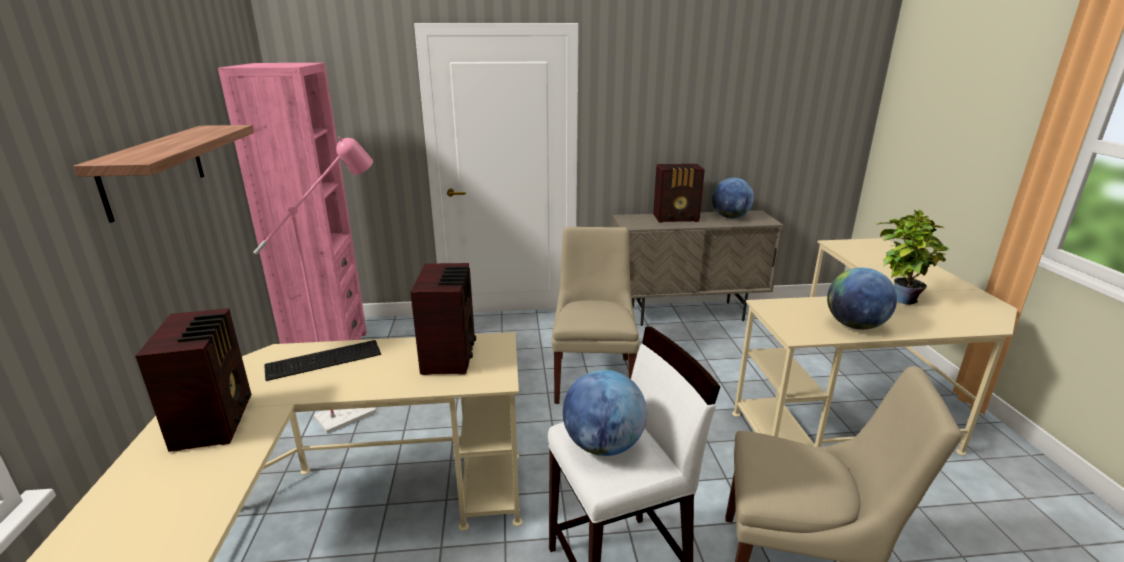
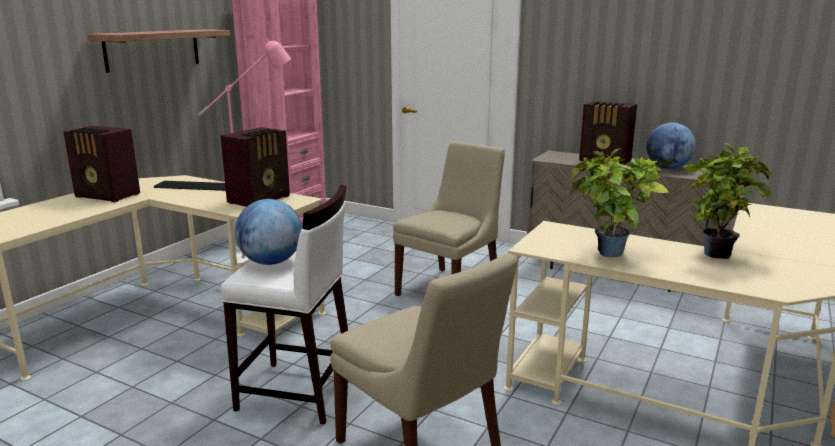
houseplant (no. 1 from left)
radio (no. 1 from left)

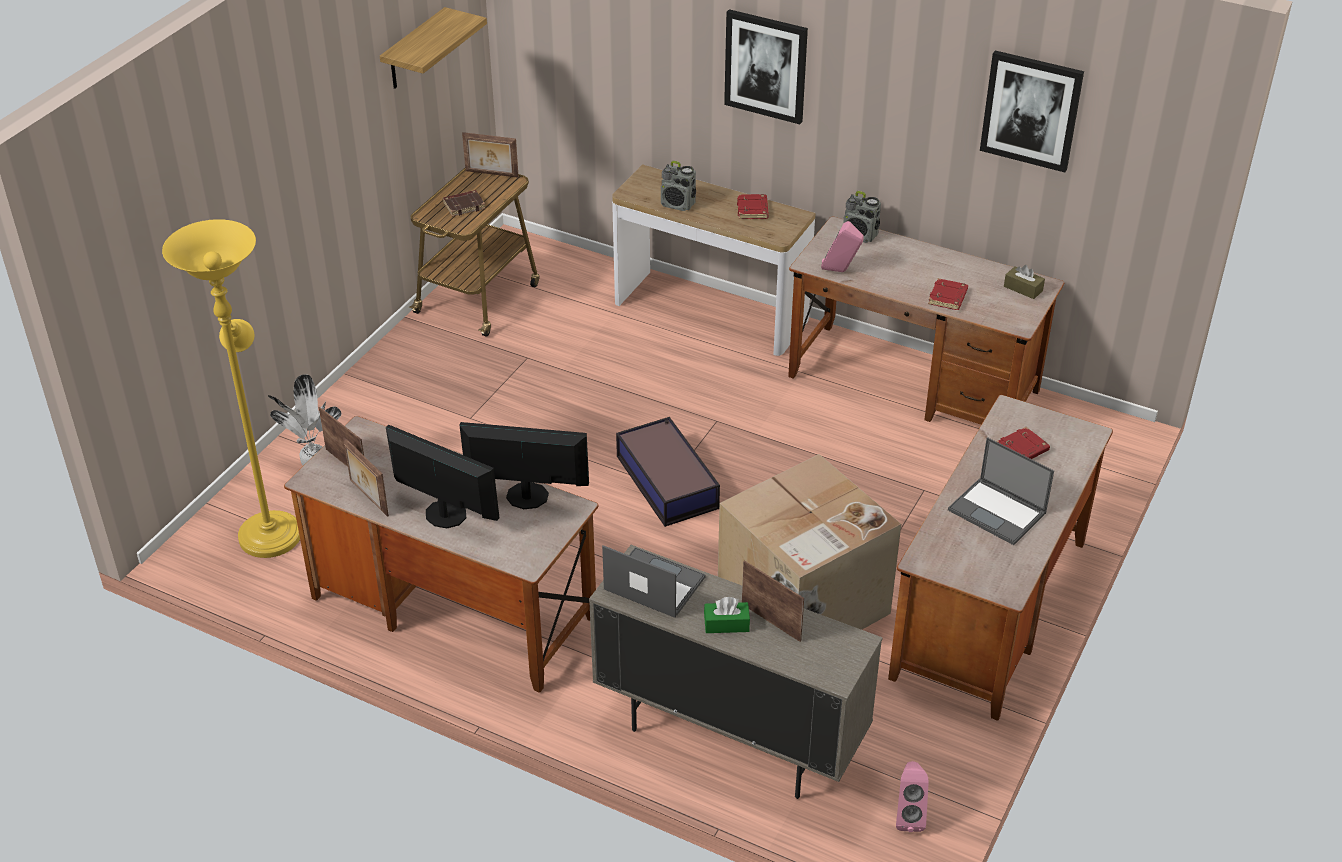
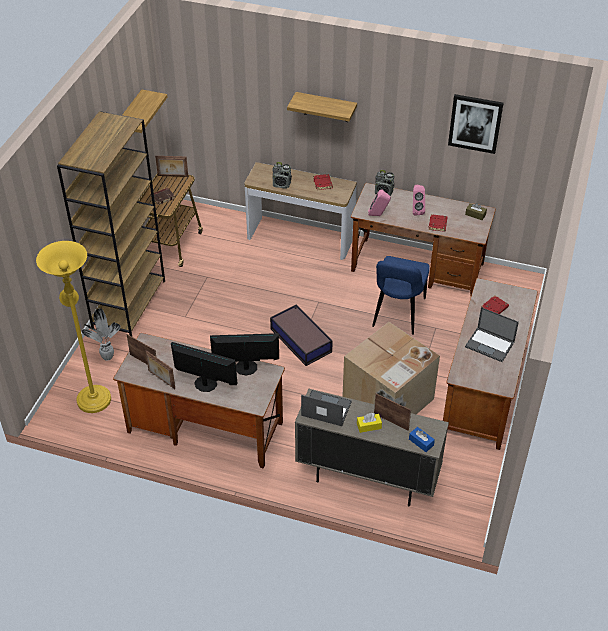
bracket shelf (no. 2 from left)
yellow-coloured tissue box
pinkish speaker (no. 2 from left)
brown bookcase
bluish upright chair
bluish tissue box

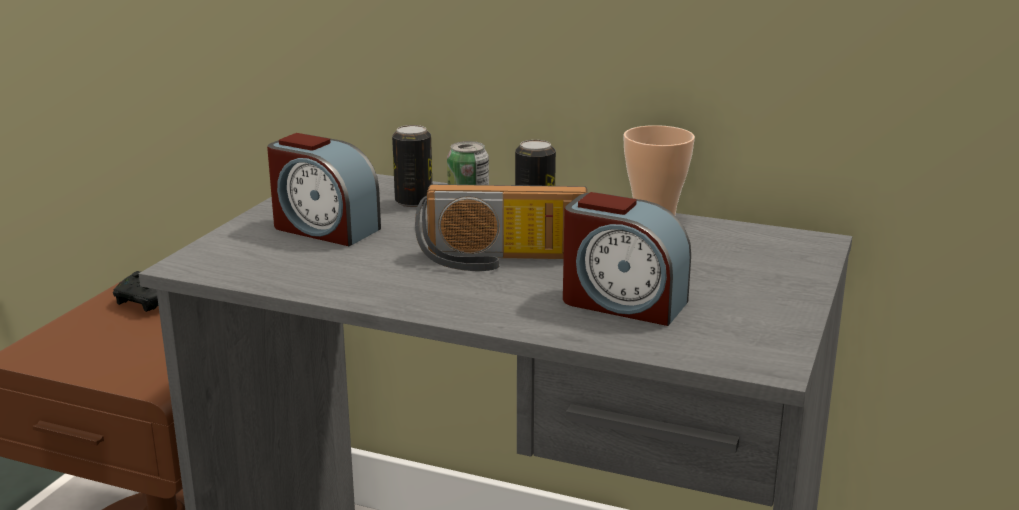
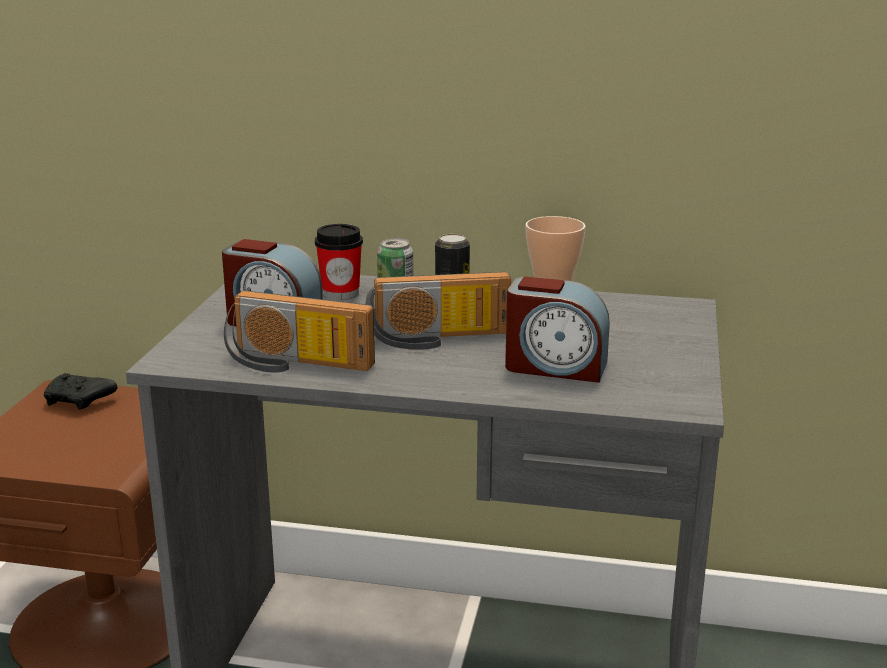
cup (no. 1 from left)
radio (no. 1 from left)

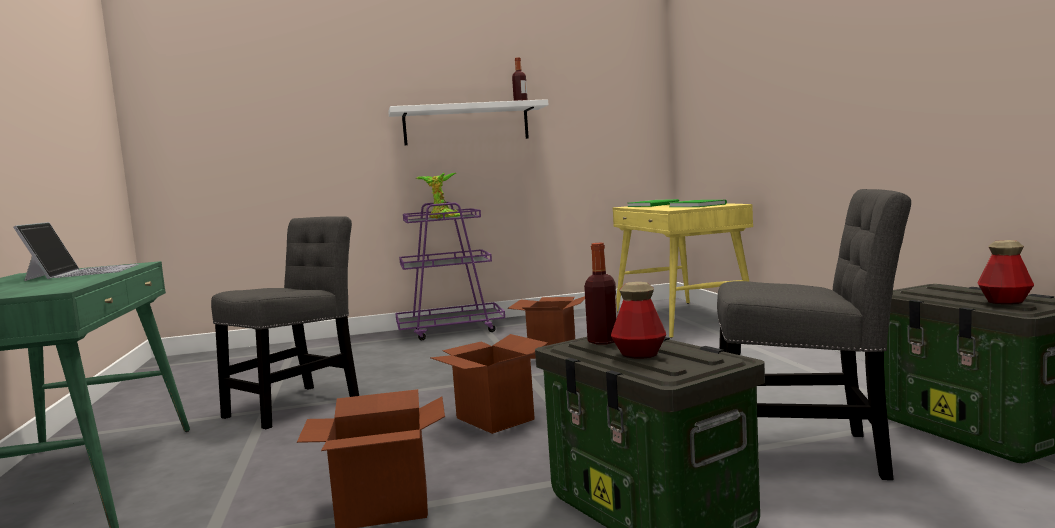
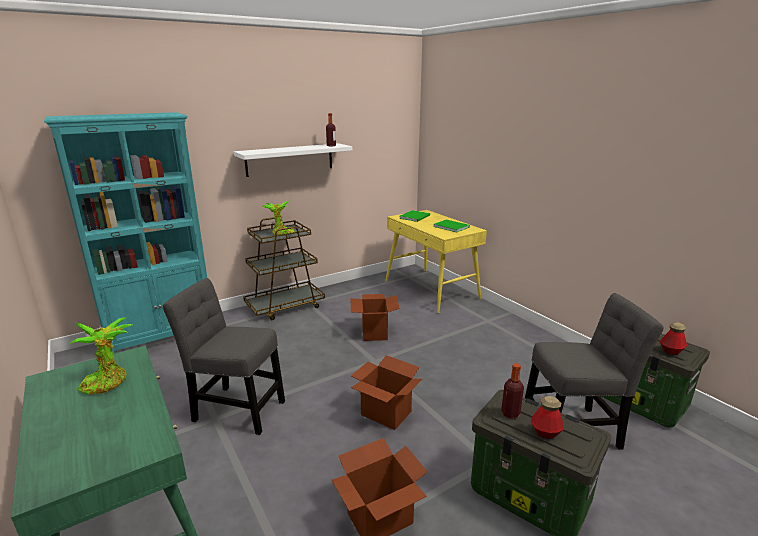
brown wheeled cart
gray upright chair (no. 1 from left)
houseplant (no. 1 from left)
turquoise bookcase

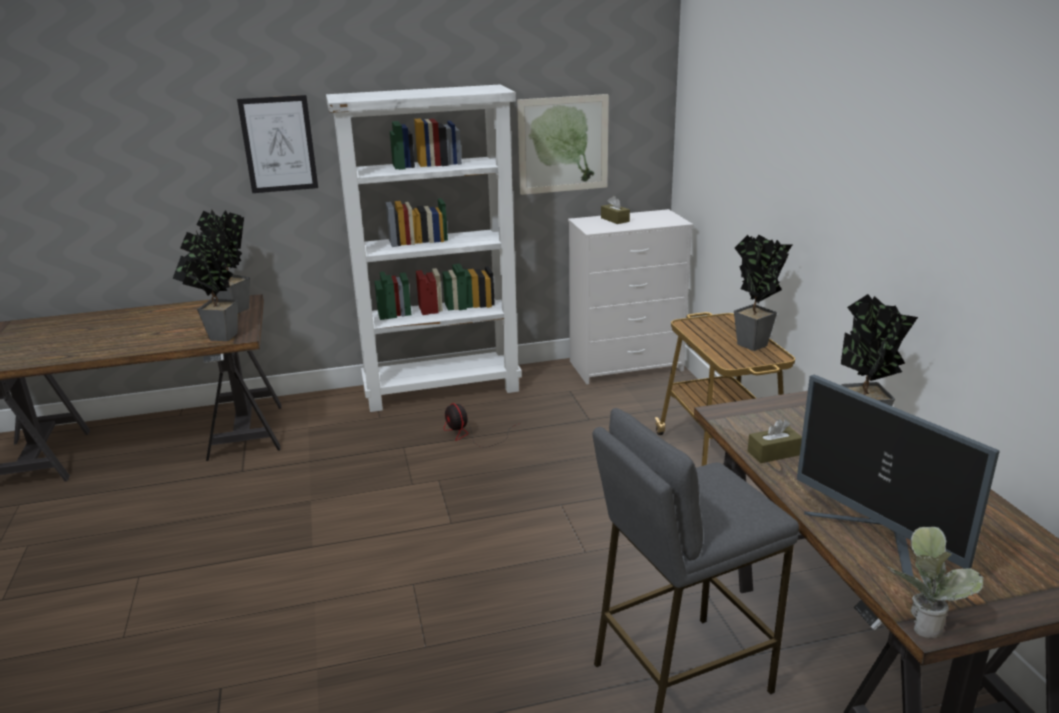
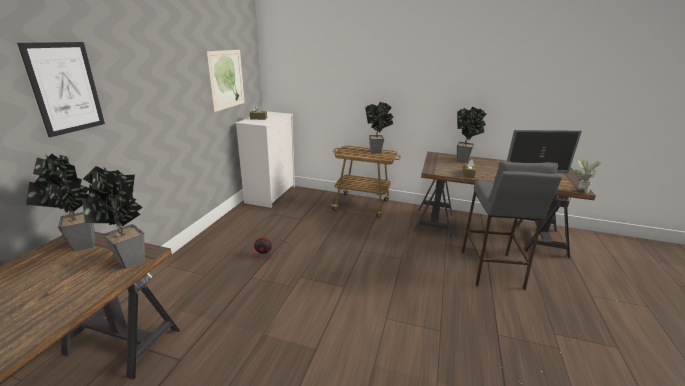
white bookcase

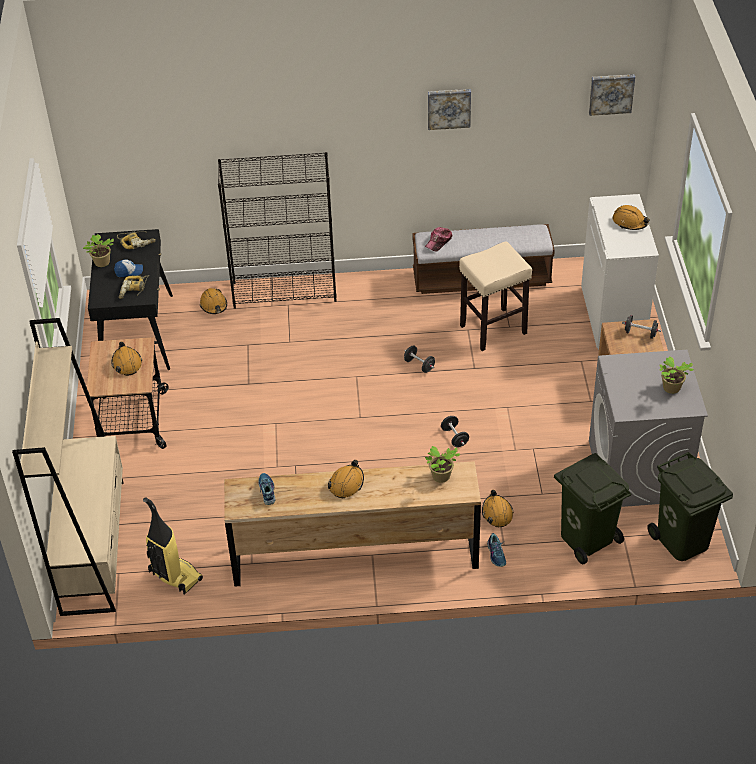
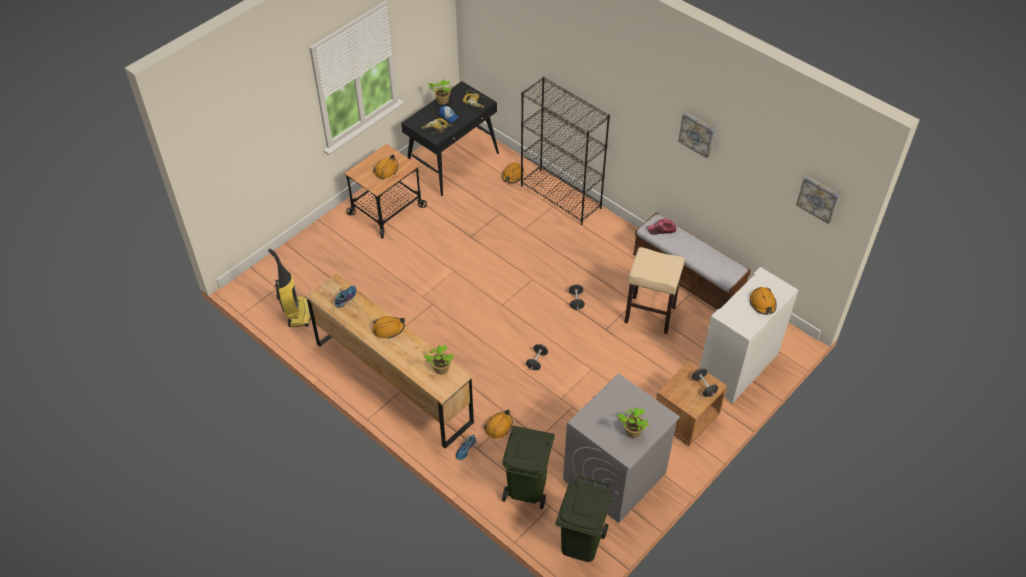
beige bookcase

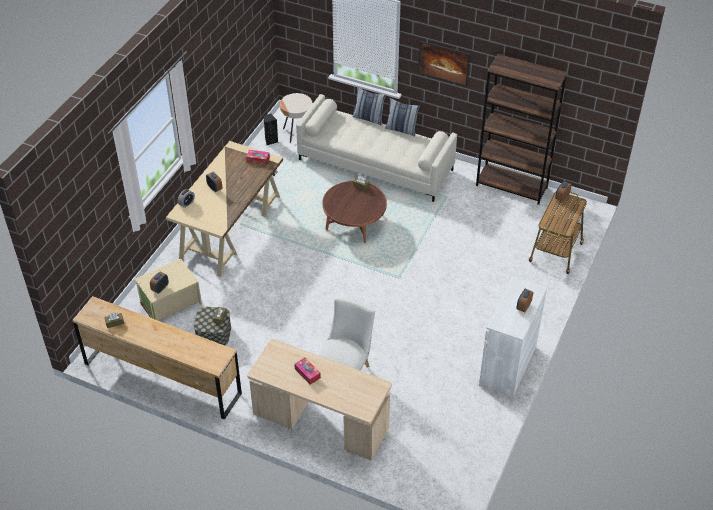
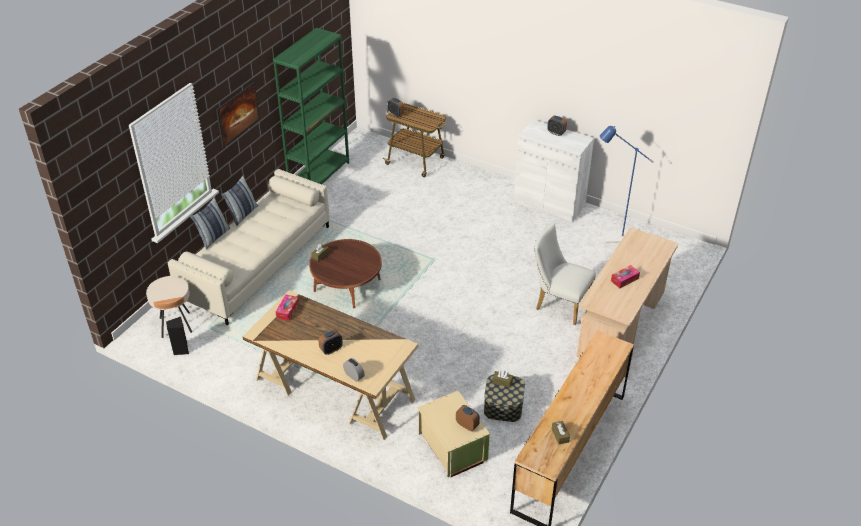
green bookcase
bluish floor lamp

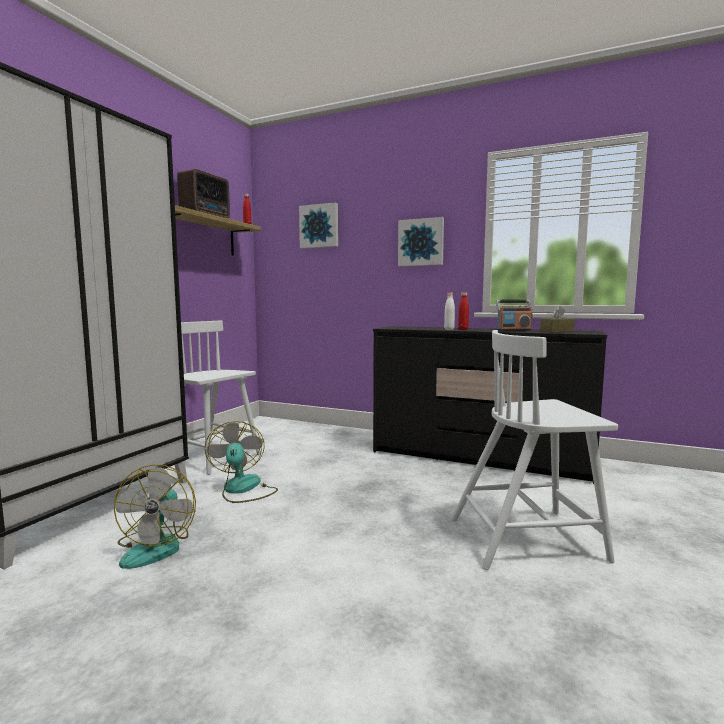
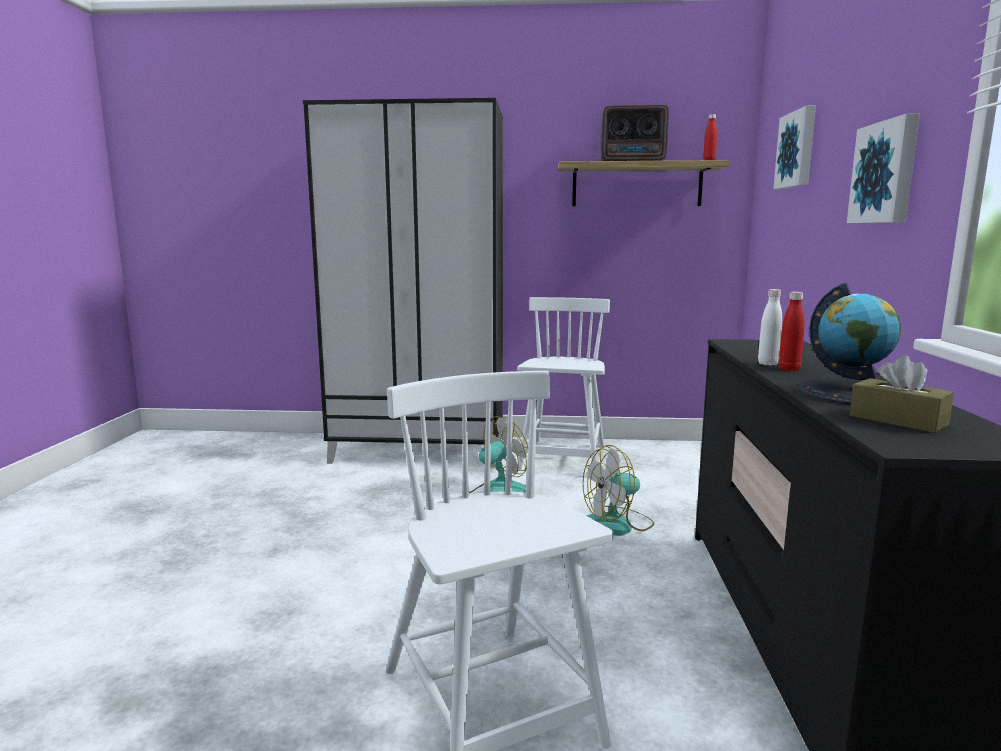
globe
electric fan (no. 2 from left)

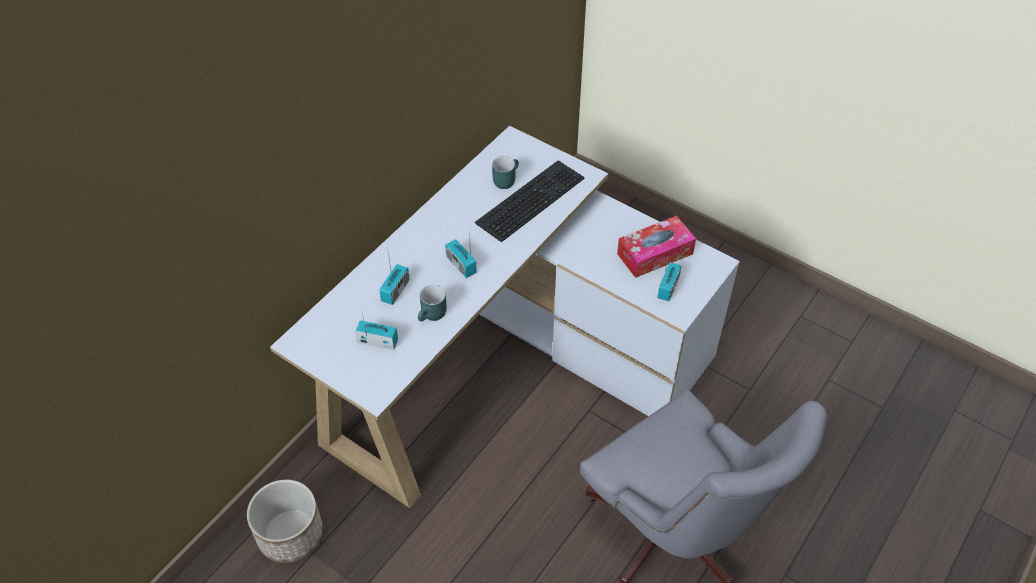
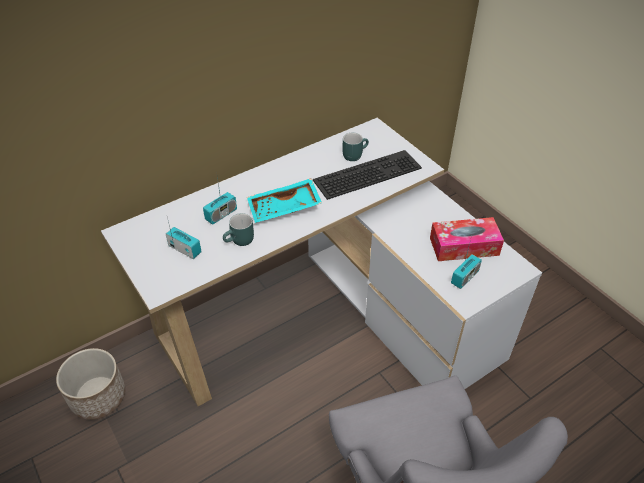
turquoise serving tray

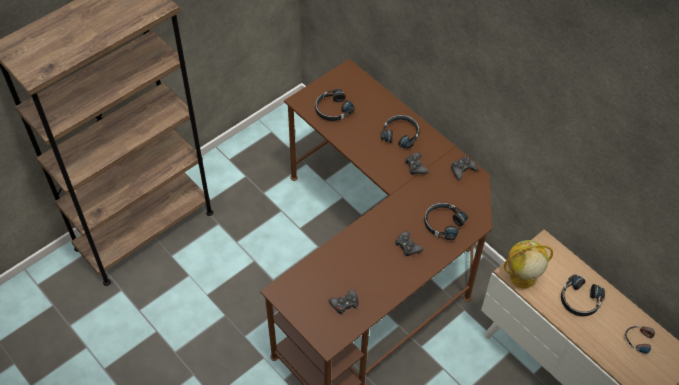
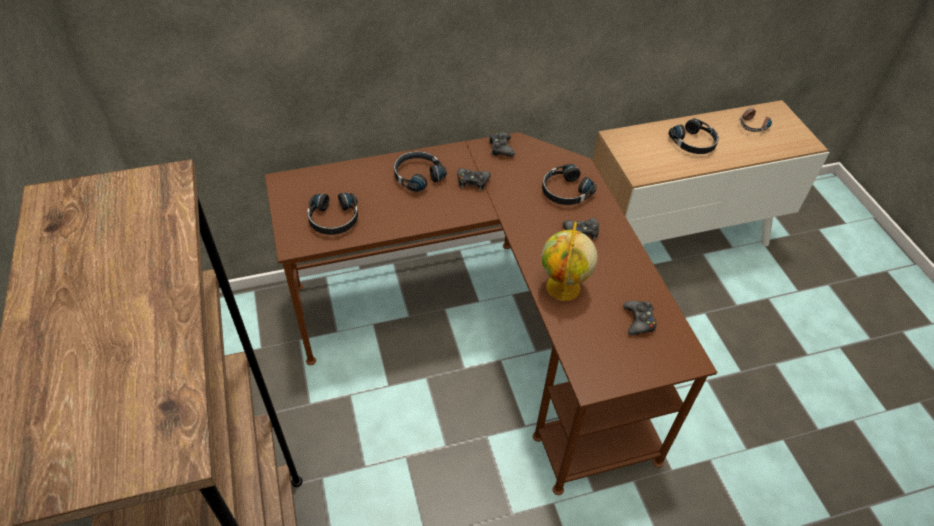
globe

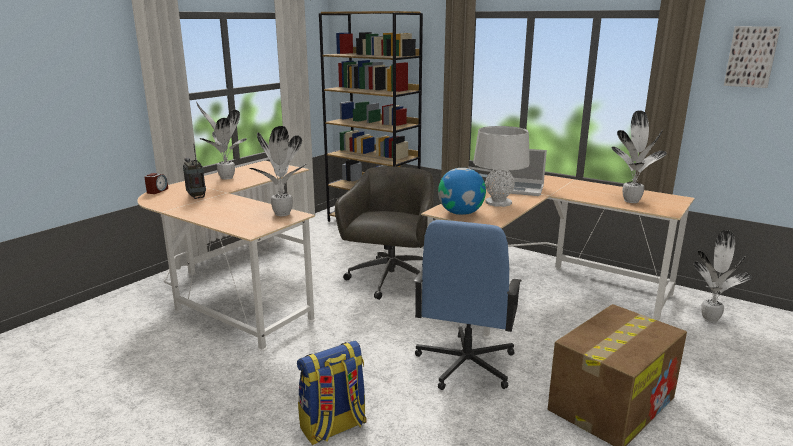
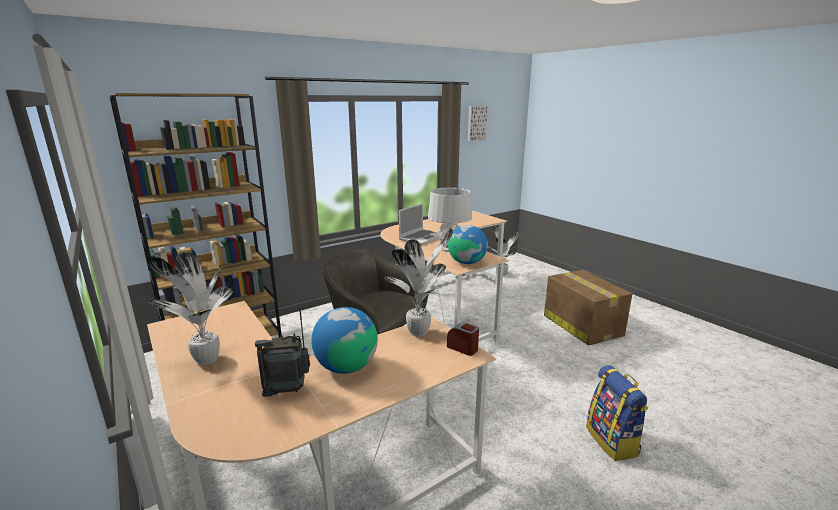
houseplant (no. 3 from left in the first image)
bedside clock
bluish office chair
globe (no. 1 from left)

